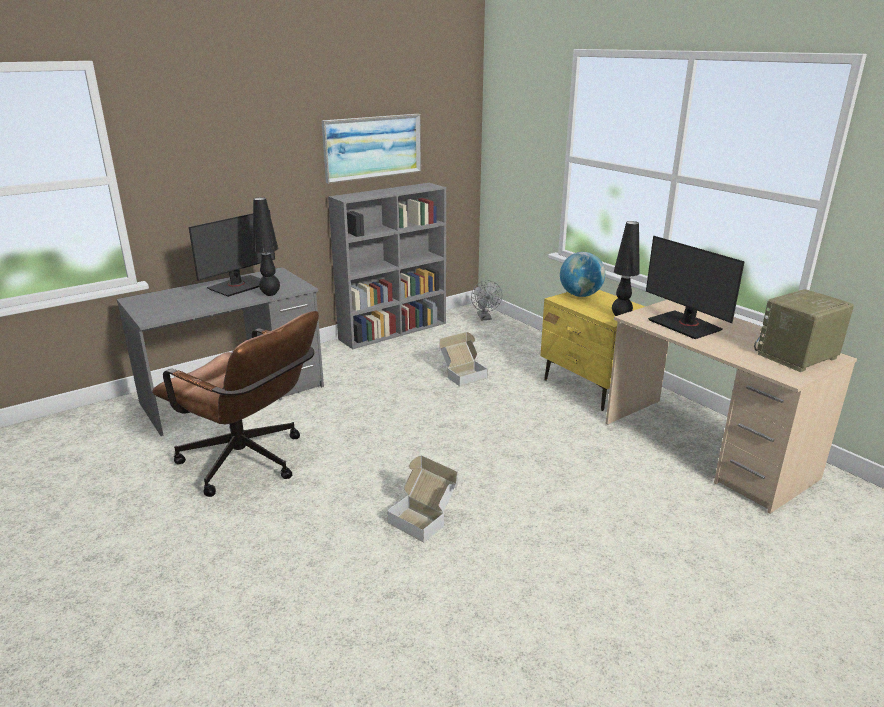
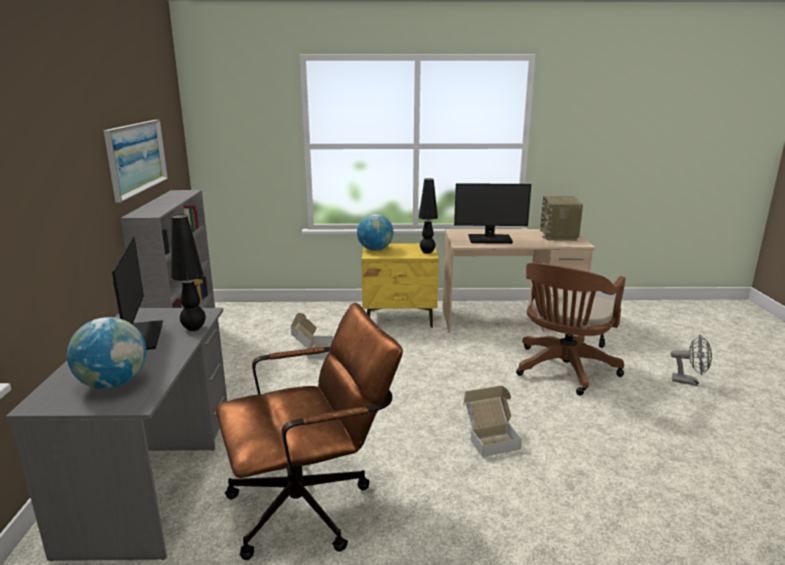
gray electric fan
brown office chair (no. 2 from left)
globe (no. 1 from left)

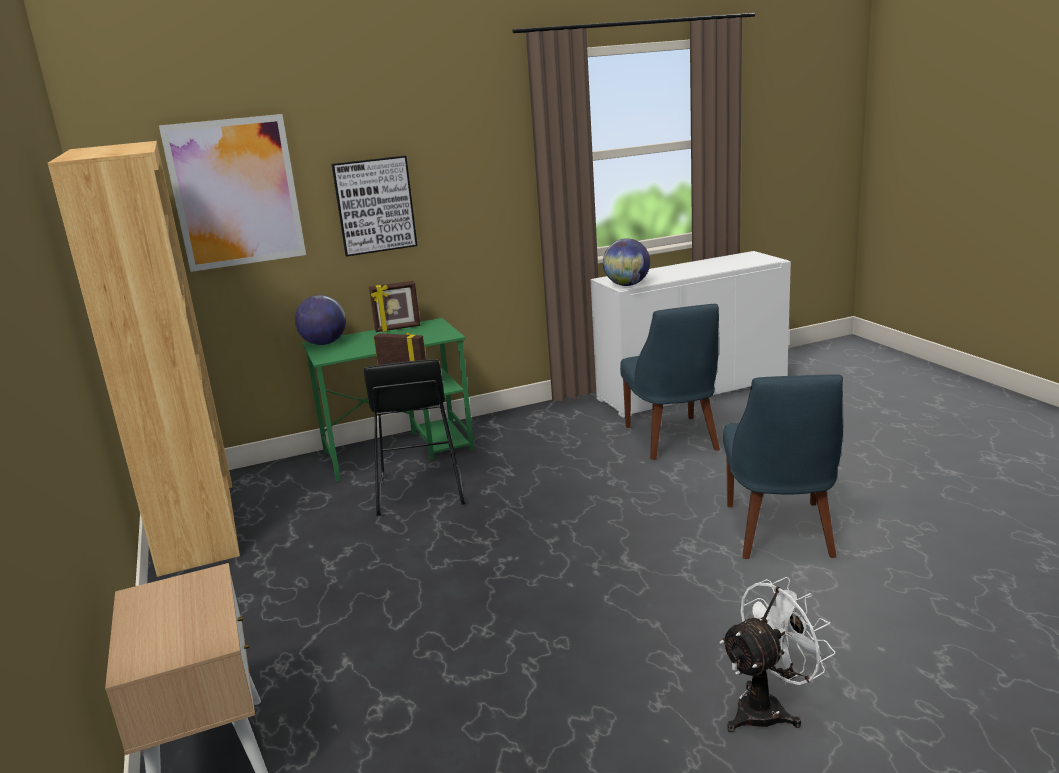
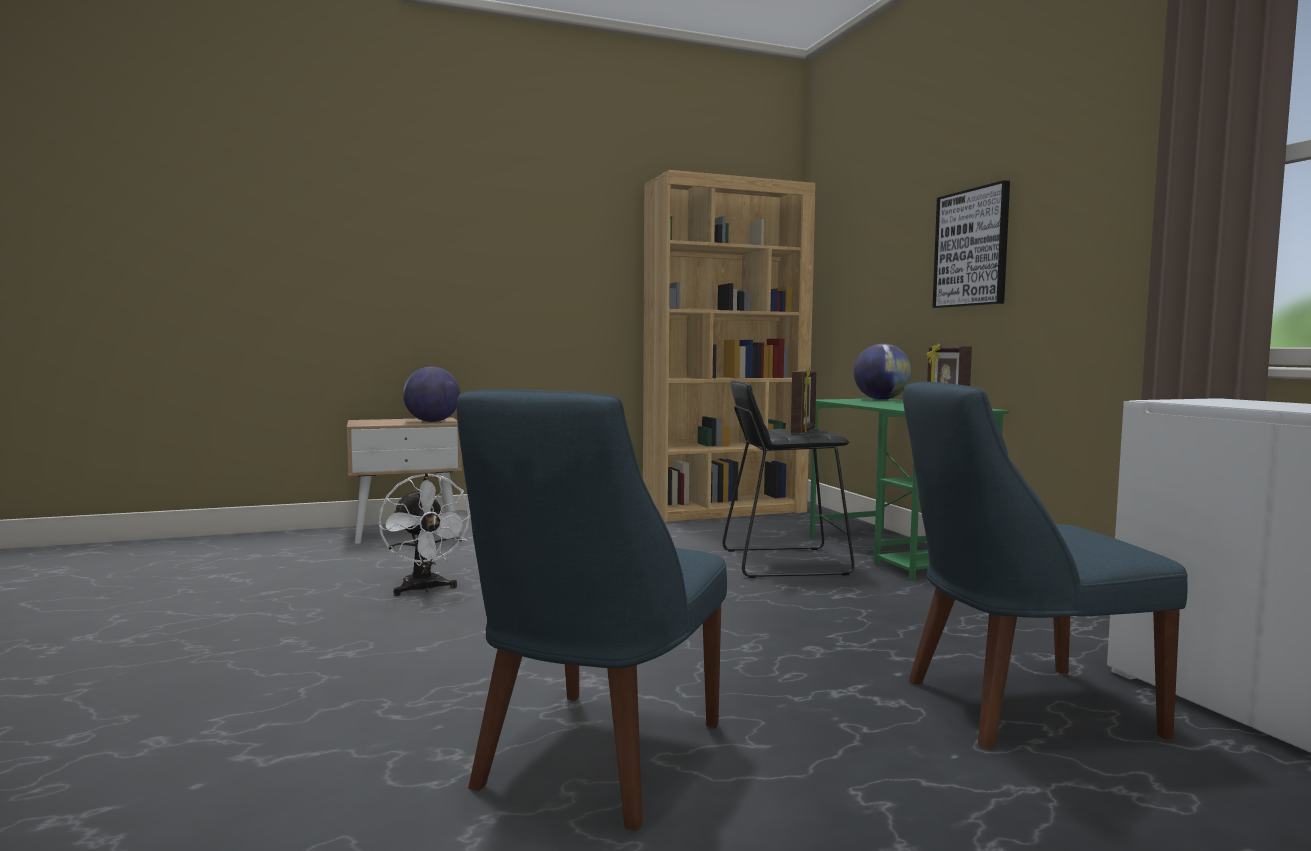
wall picture (no. 1 from left in the first image)
globe (no. 1 from left)
bluish upright chair (no. 1 from left)
white electric fan

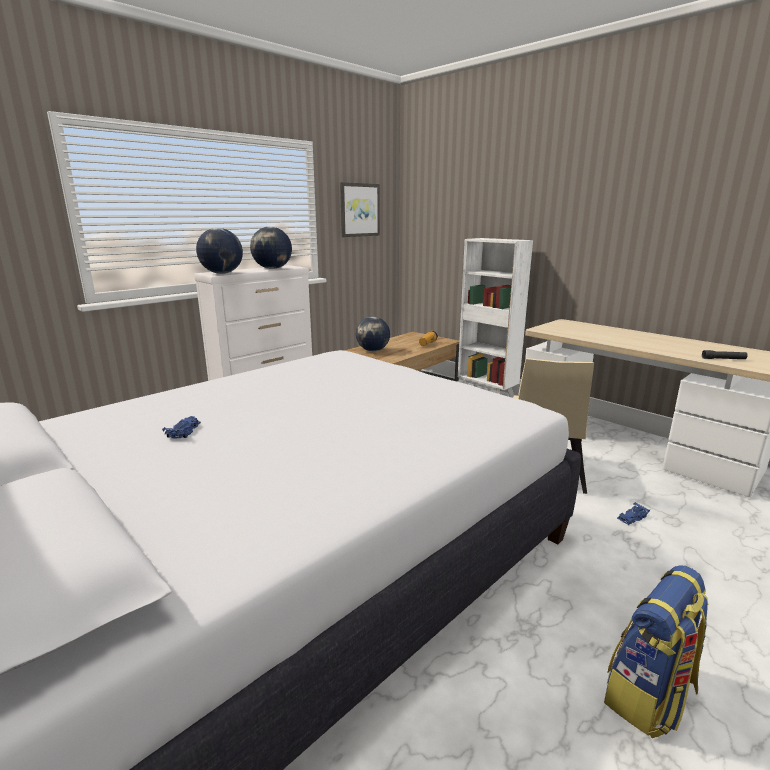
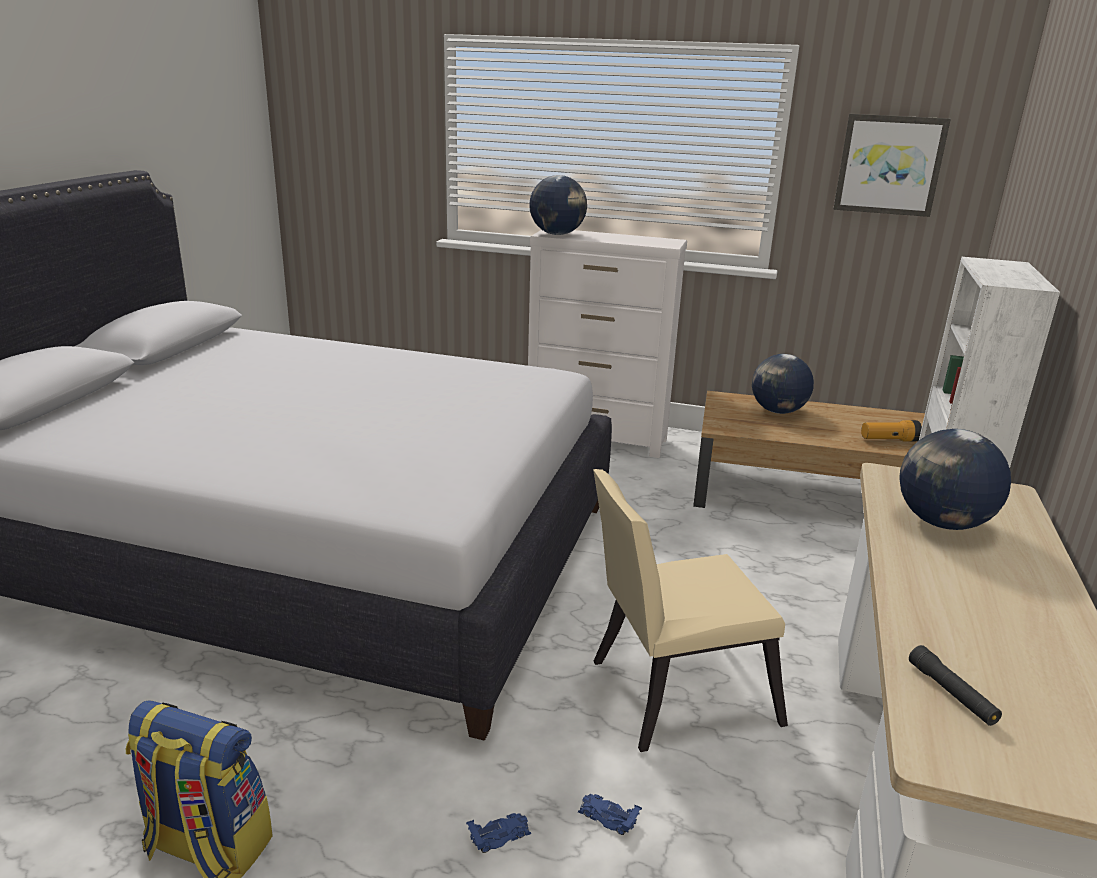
globe (no. 3 from left)
bluish miniature car (no. 1 from left)

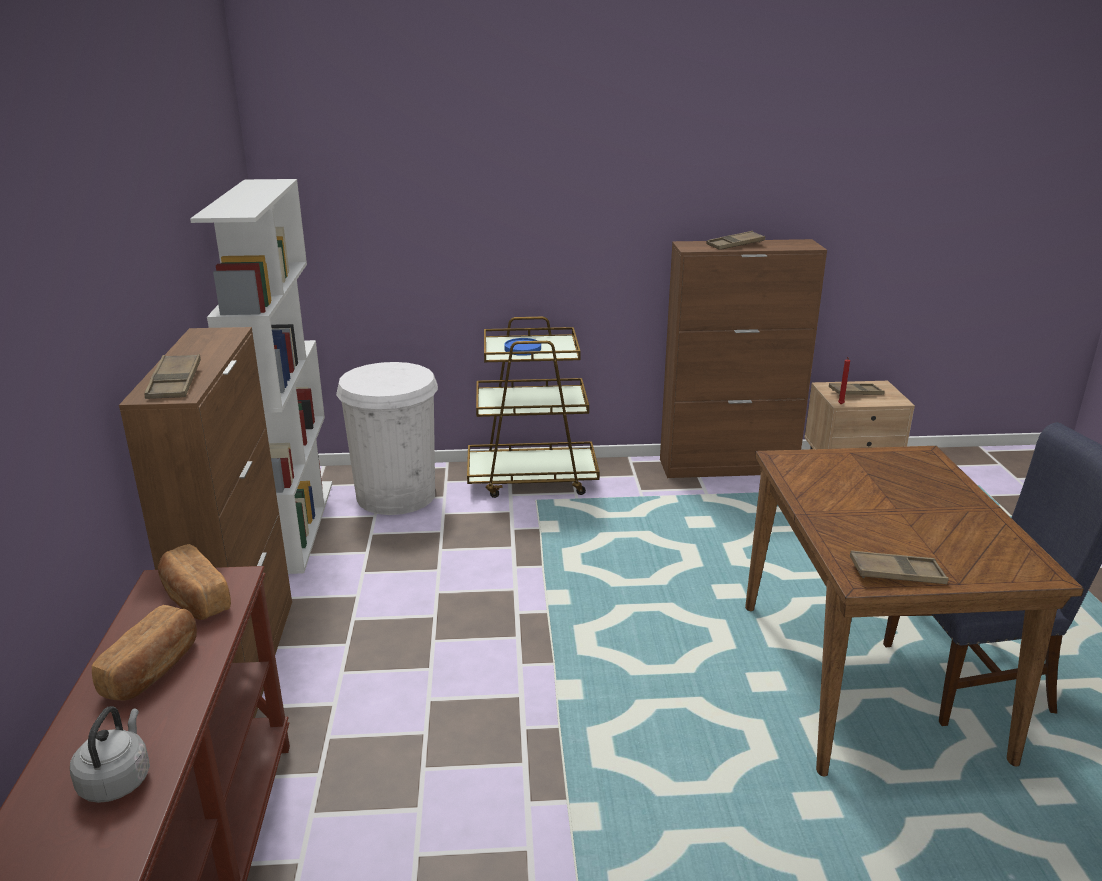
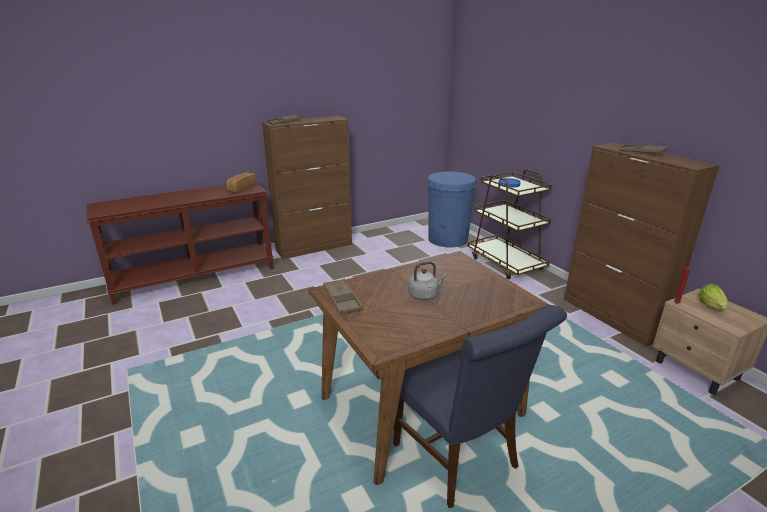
white bookcase
bluish trash can
lettuce
bakery bread (no. 1 from left in the first image)
gray tea kettle

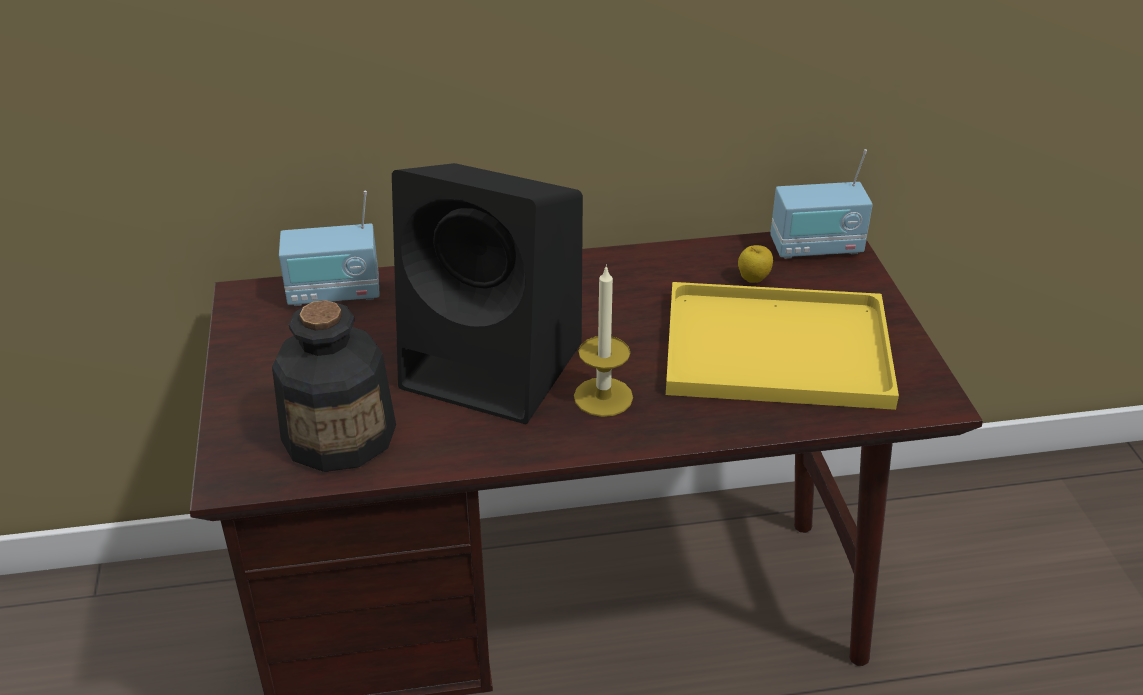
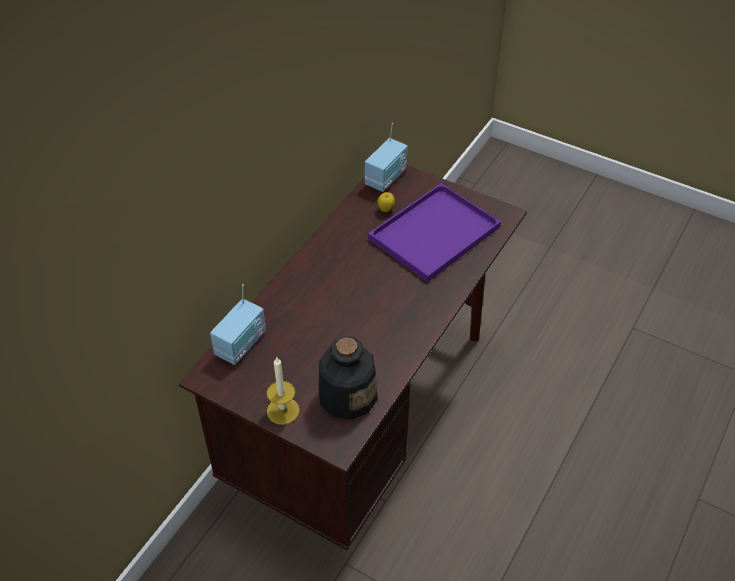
black-coloured speaker
wax candle
purple serving tray

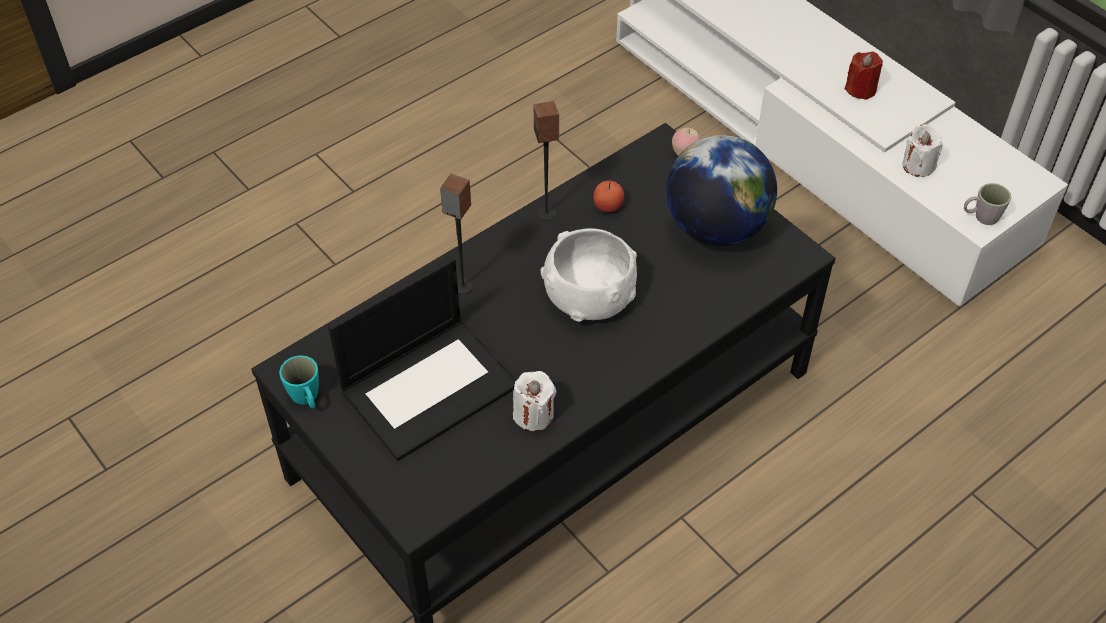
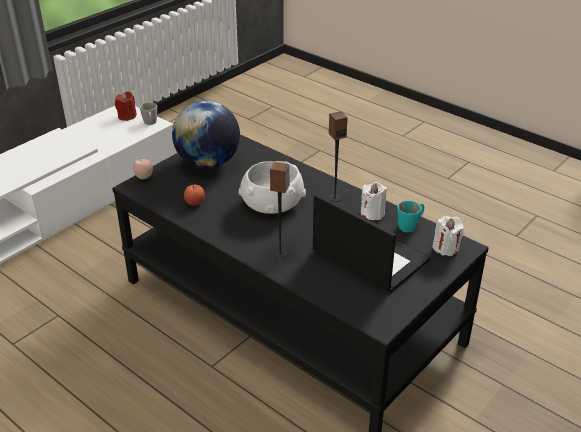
red wax candle
speaker (no. 2 from left)
white wax candle (no. 2 from left)
turquoise mug

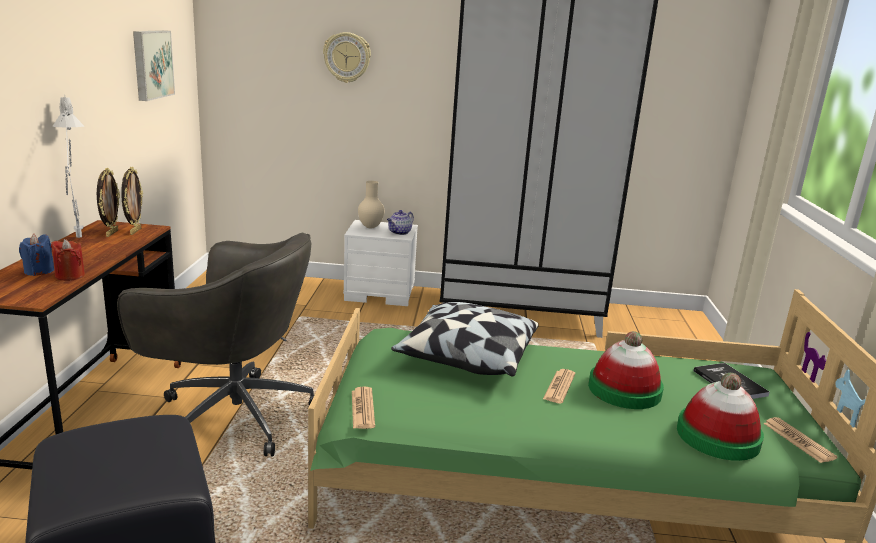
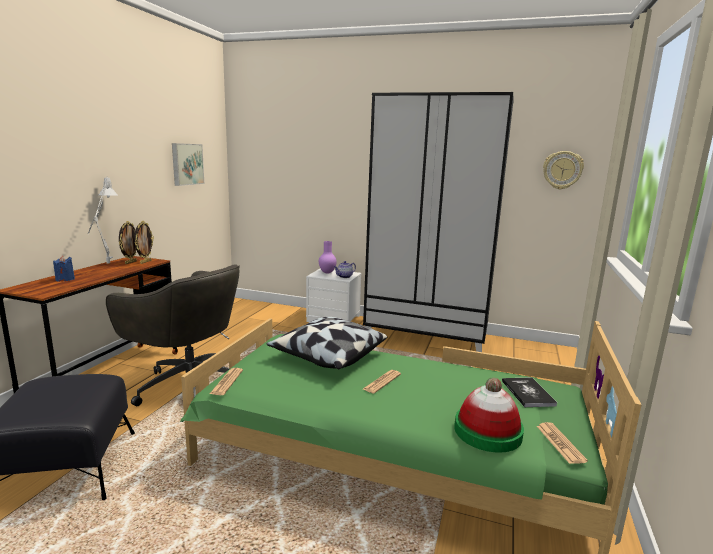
wall clock
purple flower vase
red wax candle
wearable hat (no. 1 from left in the first image)

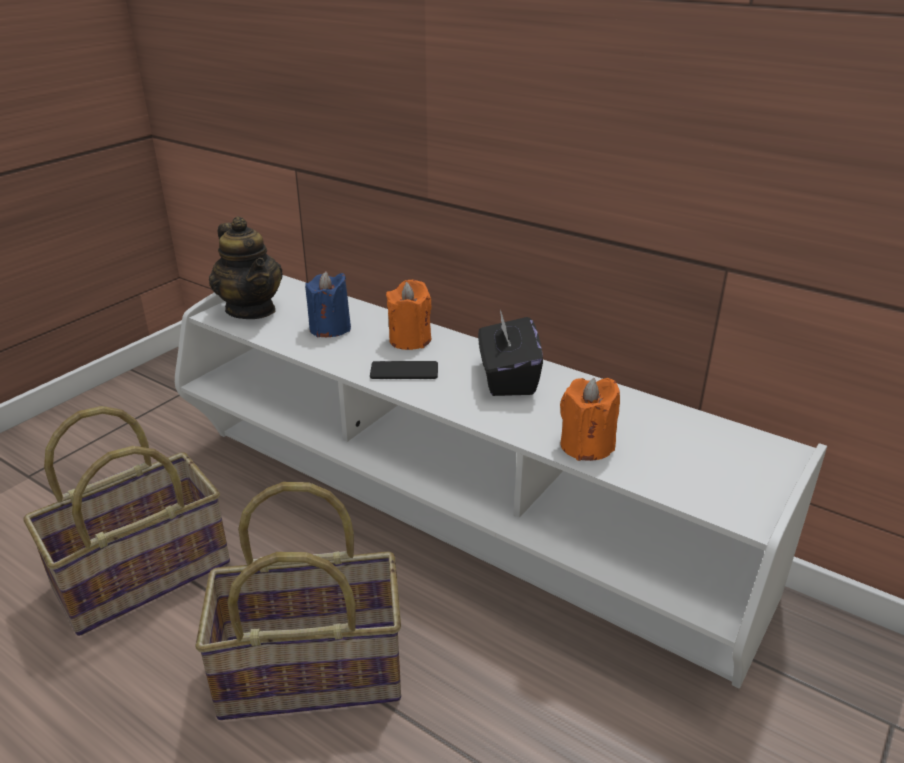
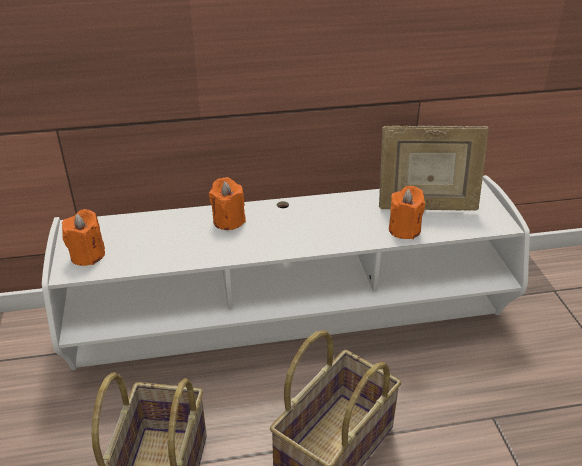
orangey wax candle (no. 1 from left)
bluish wax candle
black-coloured tissue box
handset
picture frame

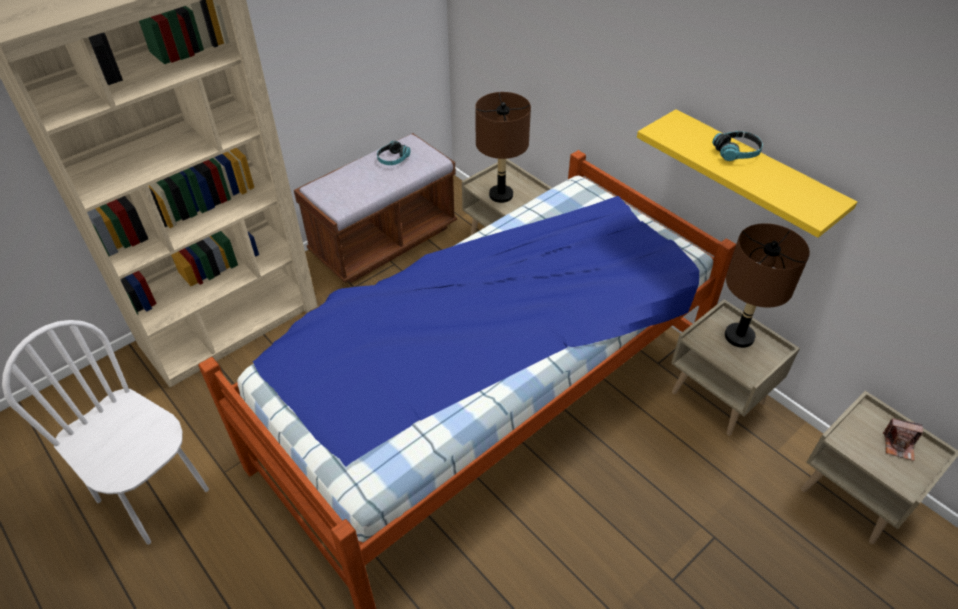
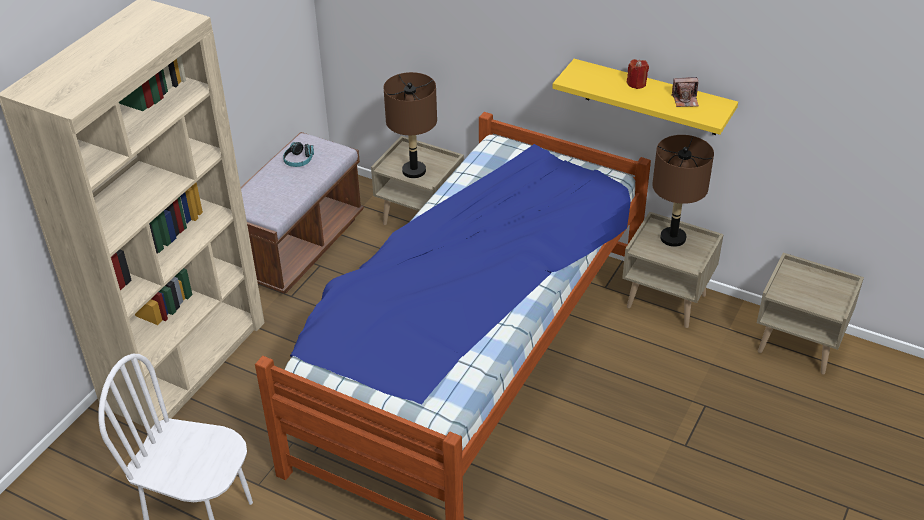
red wax candle
photo camera

